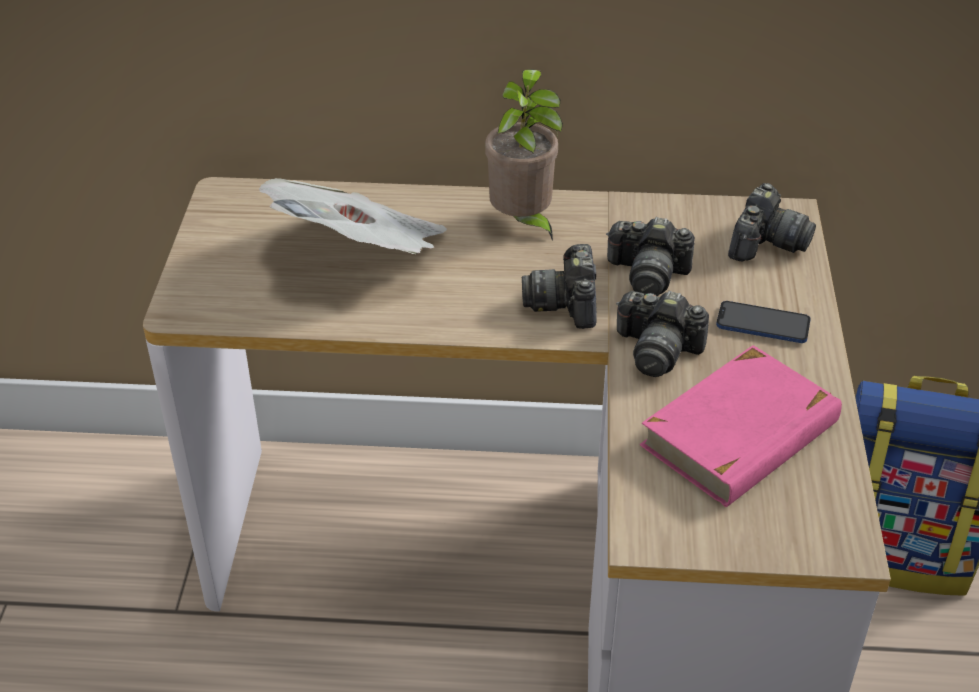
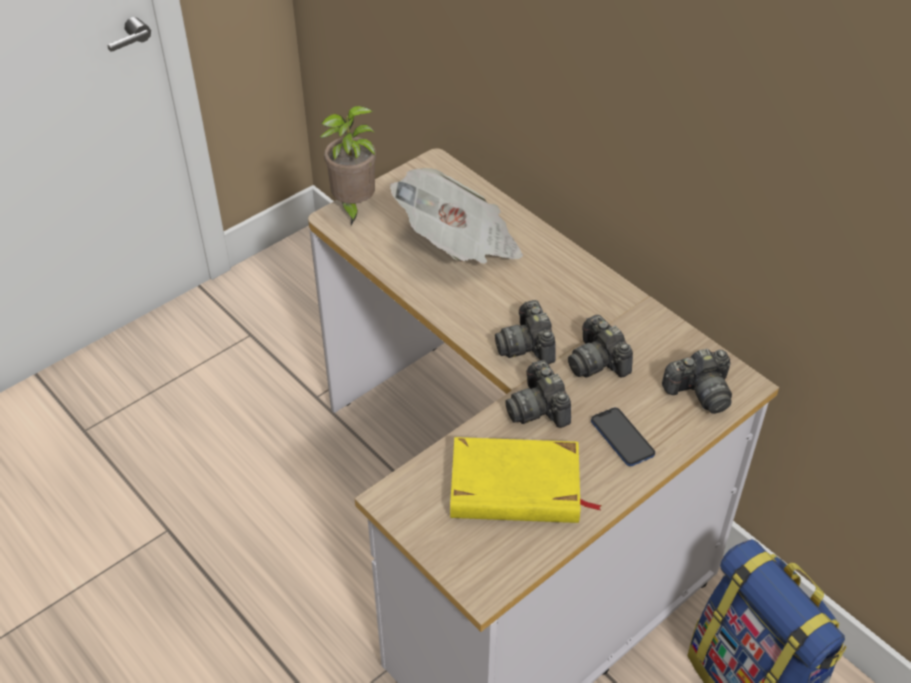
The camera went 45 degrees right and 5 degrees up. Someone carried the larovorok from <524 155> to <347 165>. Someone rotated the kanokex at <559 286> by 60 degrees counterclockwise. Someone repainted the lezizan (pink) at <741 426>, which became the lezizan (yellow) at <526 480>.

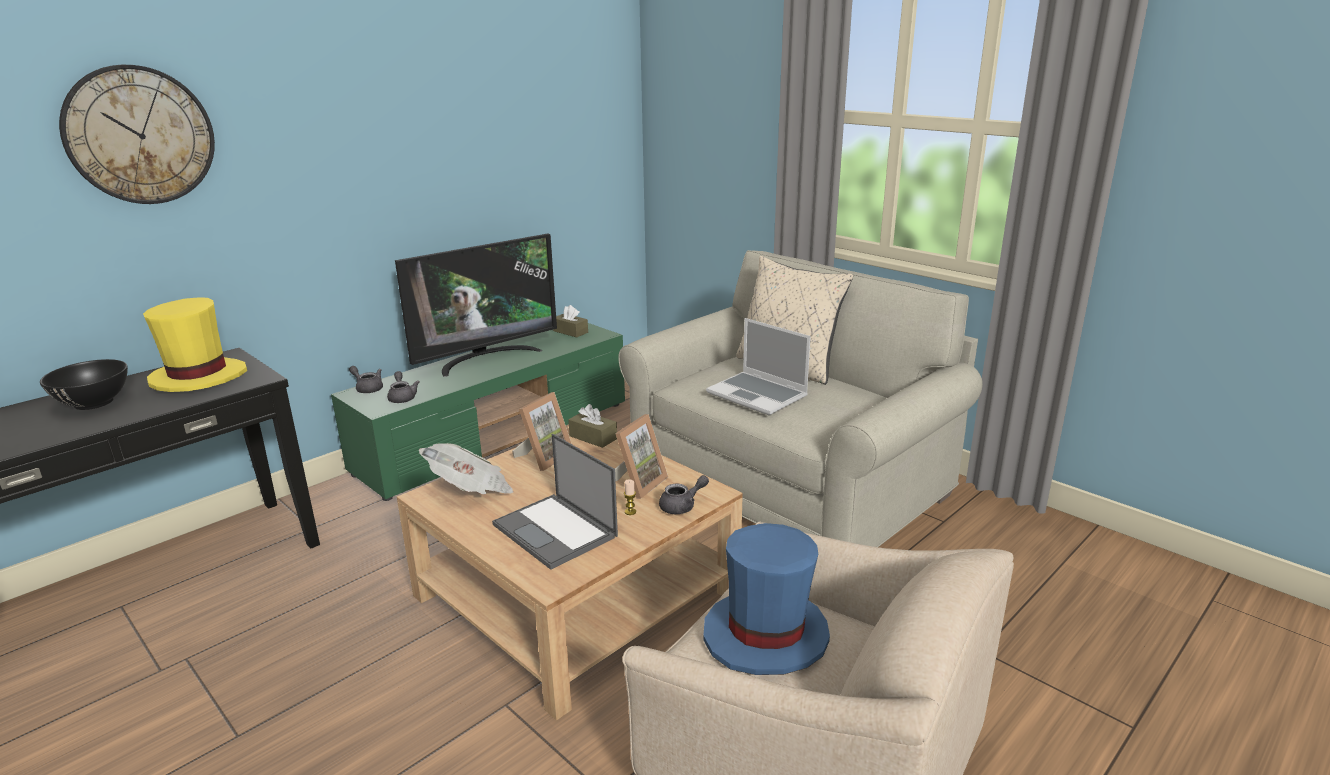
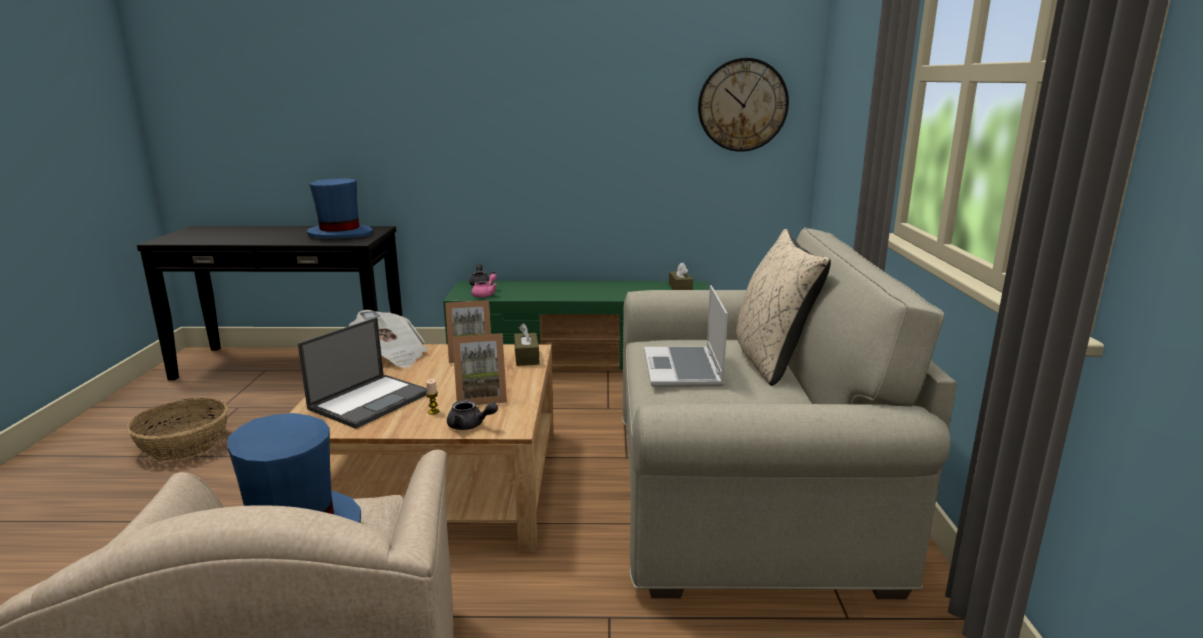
The camera went 45 degrees right and 5 degrees down. Someone carried the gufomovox from <137 134> to <743 105>. Someone took away the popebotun at <476 305>. Someone repainted the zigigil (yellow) at <195 345>, which became the zigigil (blue) at <340 208>. Someone took away the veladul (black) at <84 384>. Someone repainted the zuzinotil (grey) at <403 387>, which became the zuzinotil (pink) at <484 285>. Someone rotated the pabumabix at <555 502> by 150 degrees counterclockwise. Someone put down the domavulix at <177 429>.

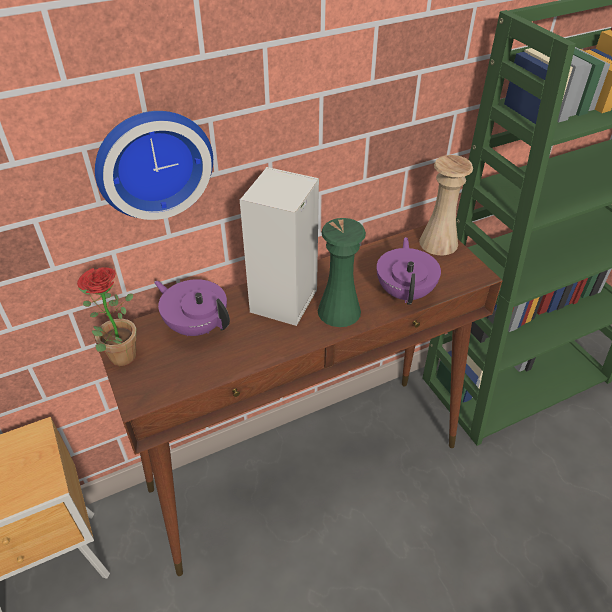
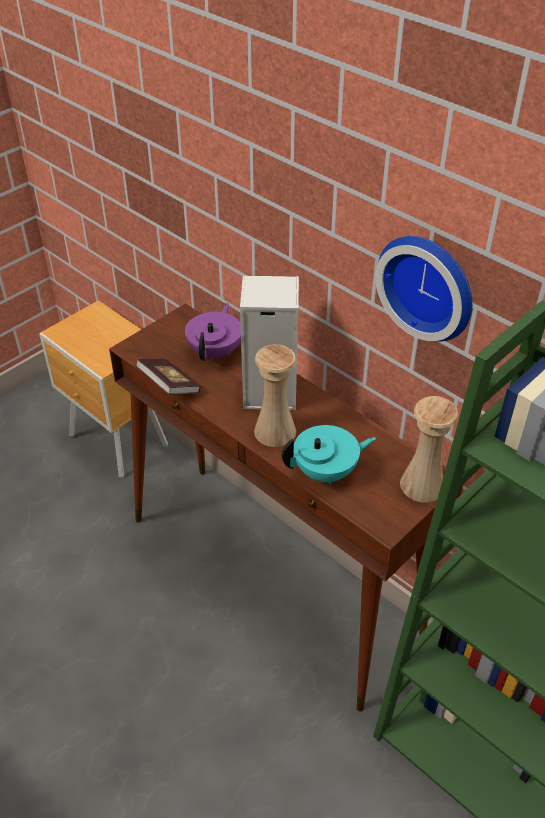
The camera went 70 degrees right and 0 degrees up. Someone carried the gufomovox from <154 165> to <423 288>. Someone repainted the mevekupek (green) at <342 272>, which became the mevekupek (beige) at <275 395>. Someone repainted the zuzinotil (purple) at <409 271>, which became the zuzinotil (turquoise) at <329 455>. Someone took away the larovorok at <107 316>. Someone put down the lezizan at <168 376>.

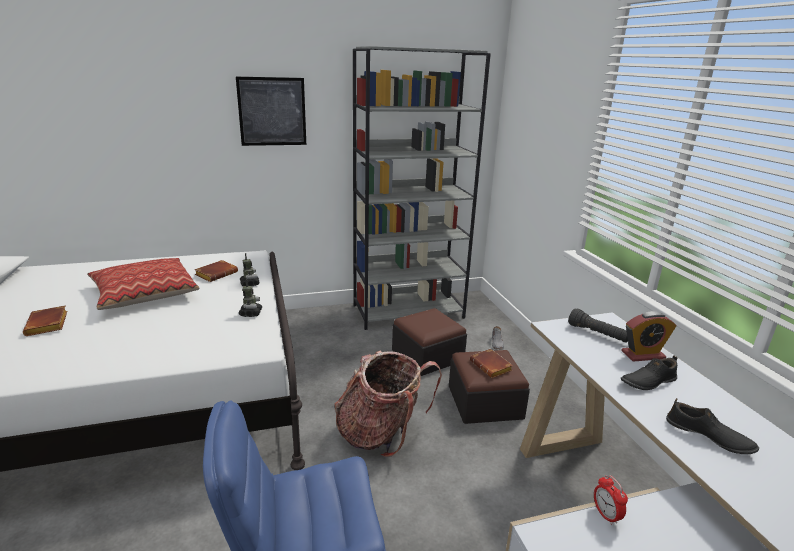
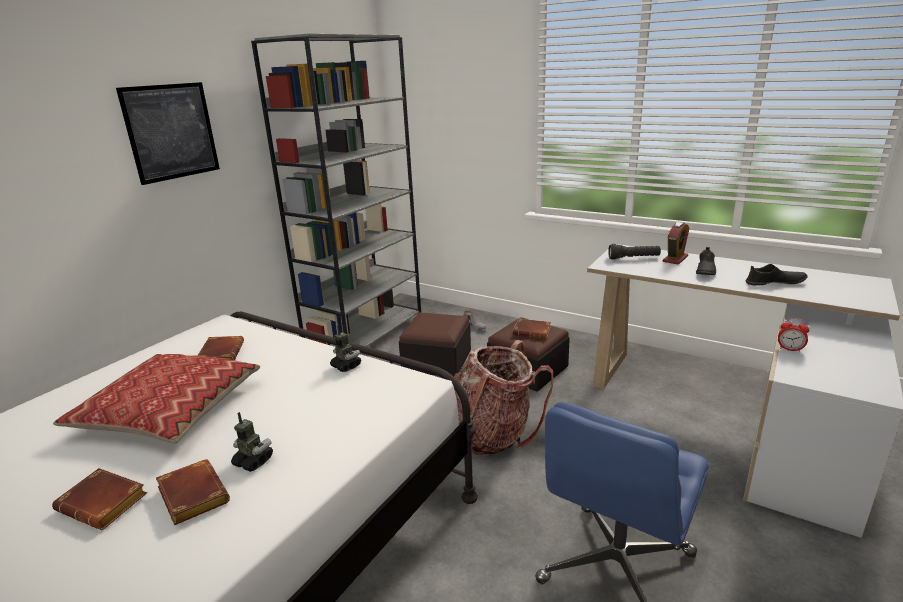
The camera went 40 degrees left and 0 degrees up. Someone carried the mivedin from <250 269> to <252 442>. Someone put down the lezizan (brown) at <193 492>.

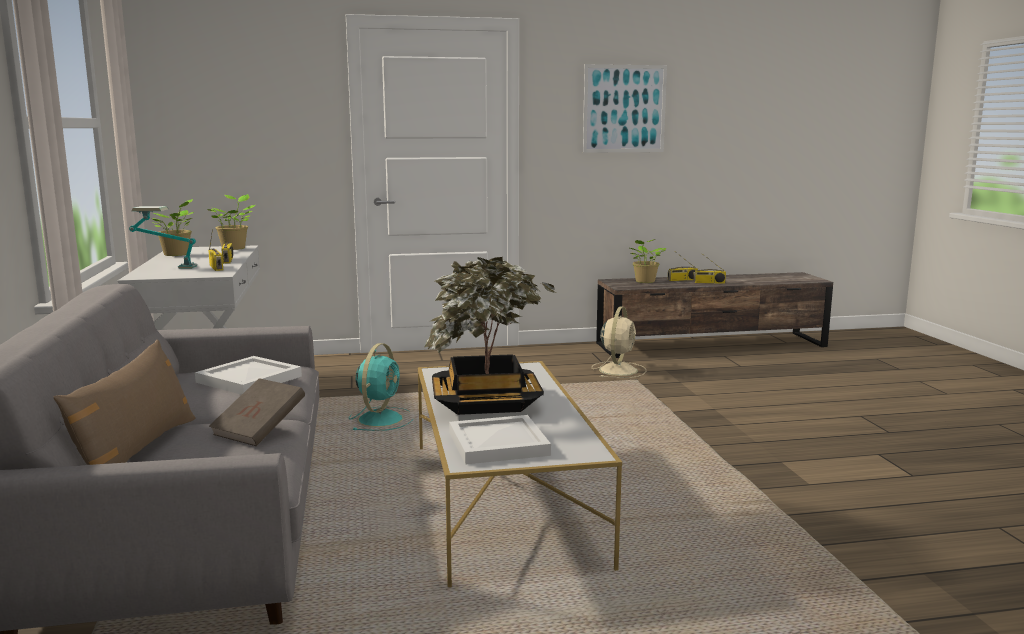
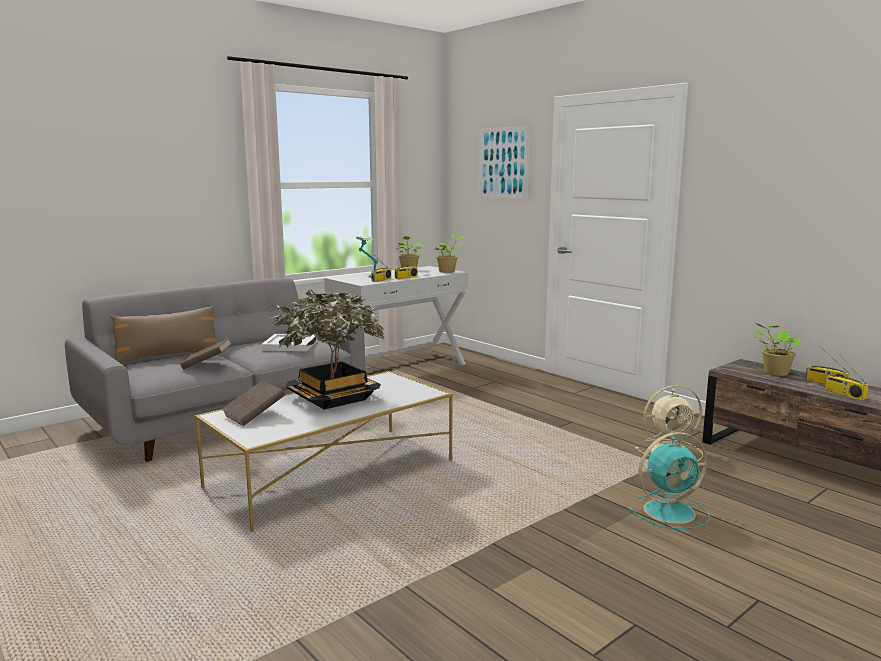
The camera went 60 degrees right and 0 degrees up. Someone carried the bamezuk from <625 108> to <504 162>. Someone carried the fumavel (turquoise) from <381 387> to <669 480>. Someone swapped the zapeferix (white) at <500 440> for the lezizan (brown) at <253 403>.

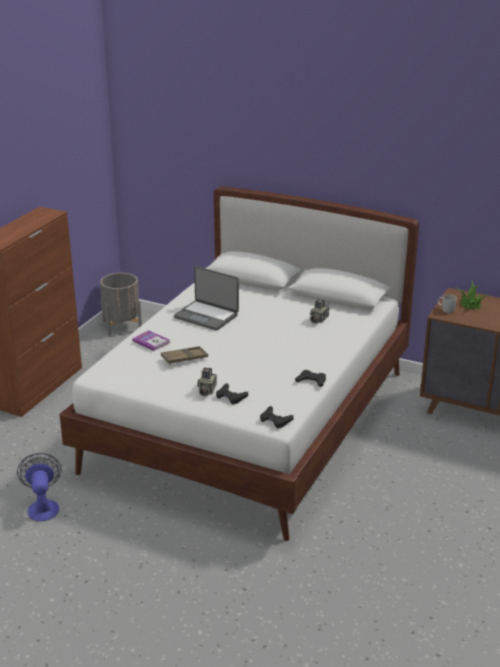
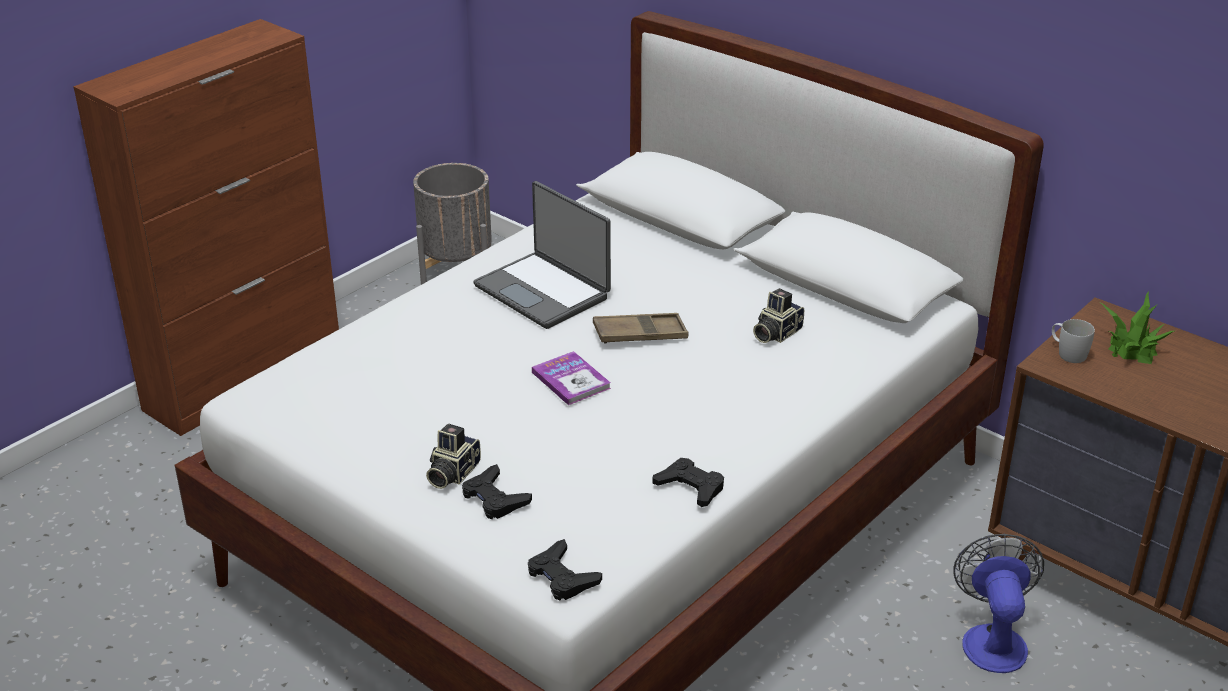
The camera went 15 degrees right and 5 degrees up. Someone carried the lezizan from <151 340> to <571 378>. Someone carried the zapeferix (brown) from <184 355> to <641 328>. Someone carried the fumavel from <39 487> to <998 603>.

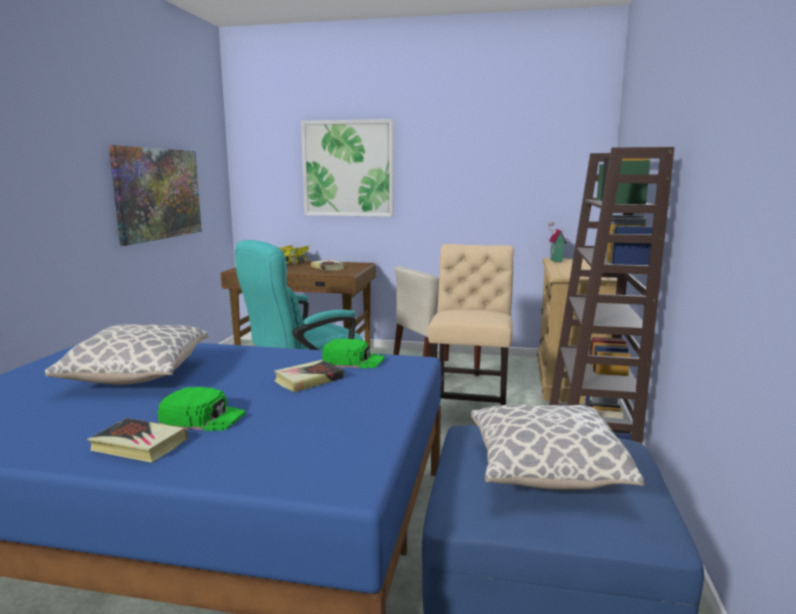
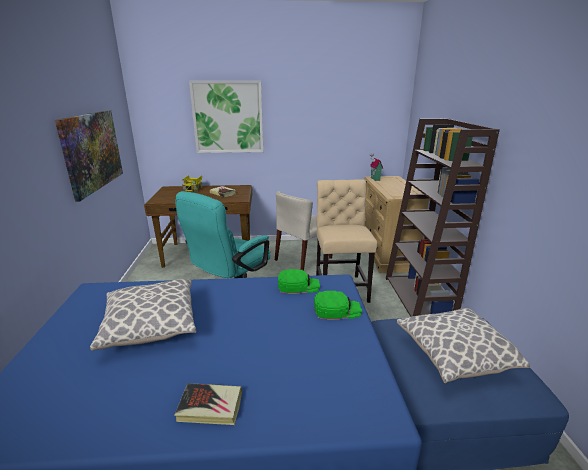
The camera went 15 degrees left and 10 degrees up. Someone took away the lezizan at <309 376>. Someone carried the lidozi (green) from <201 409> to <338 305>.

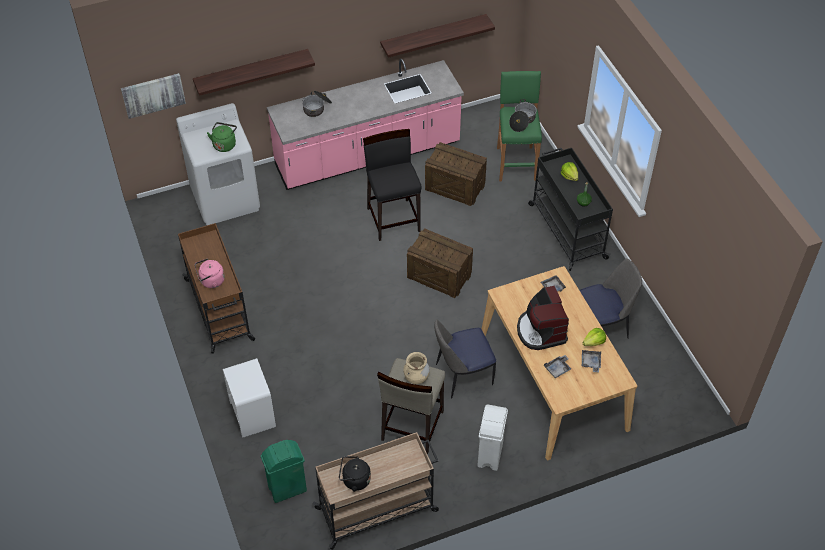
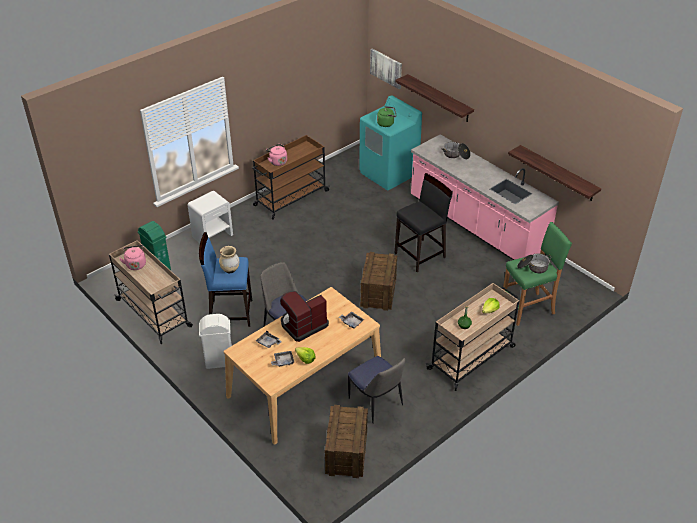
The camera went 70 degrees right and 10 degrees down. Someone repainted the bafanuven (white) at <218 164>, which became the bafanuven (turquoise) at <390 142>. Someone carried the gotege from <456 174> to <346 441>. Someone repainted the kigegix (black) at <570 209>, which became the kigegix (beige) at <472 337>. Someone repainted the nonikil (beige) at <411 406>, which became the nonikil (blue) at <225 279>. Someone repainted the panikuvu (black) at <355 474>, which became the panikuvu (pink) at <132 257>.

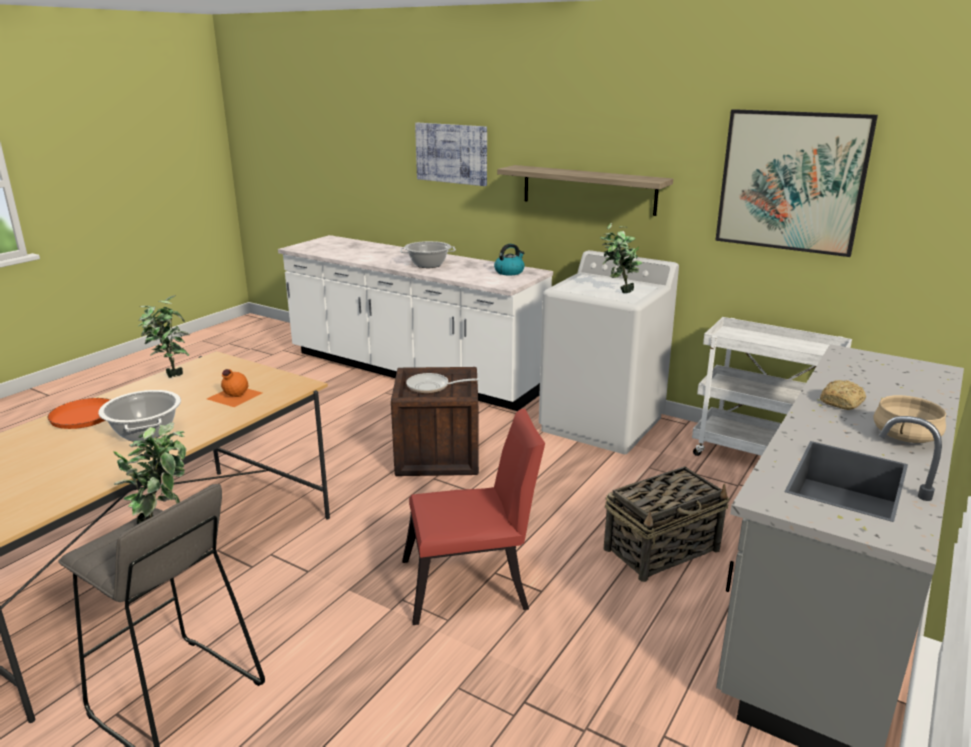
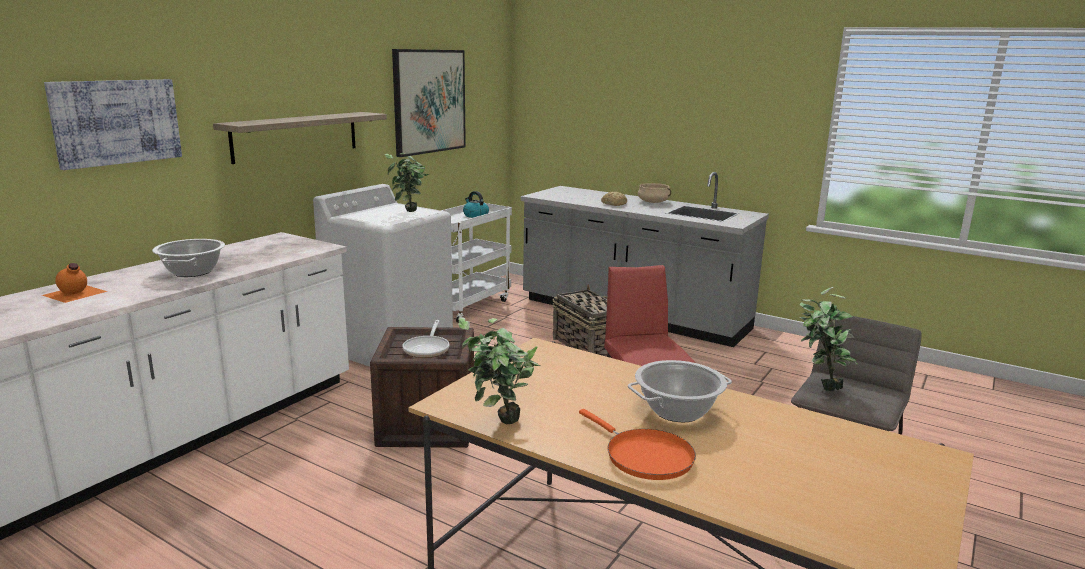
The camera went 90 degrees left and 5 degrees down. Someone carried the panikuvu from <509 259> to <476 204>. Someone carried the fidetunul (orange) from <234 388> to <75 283>.

